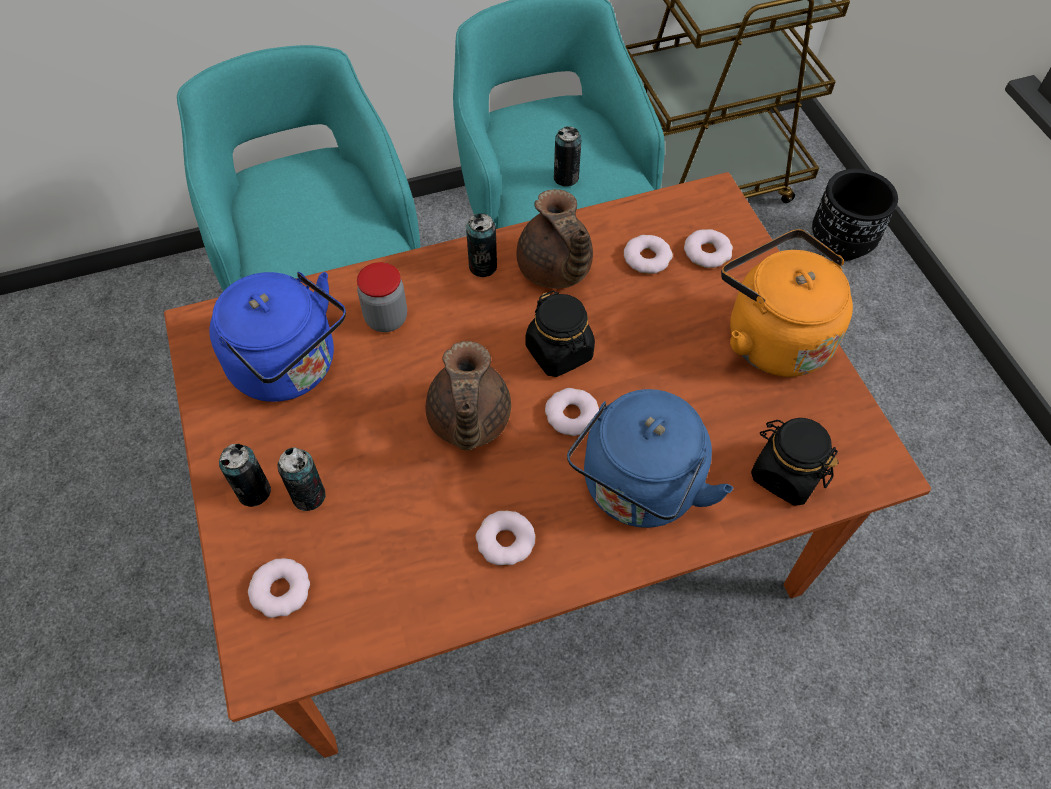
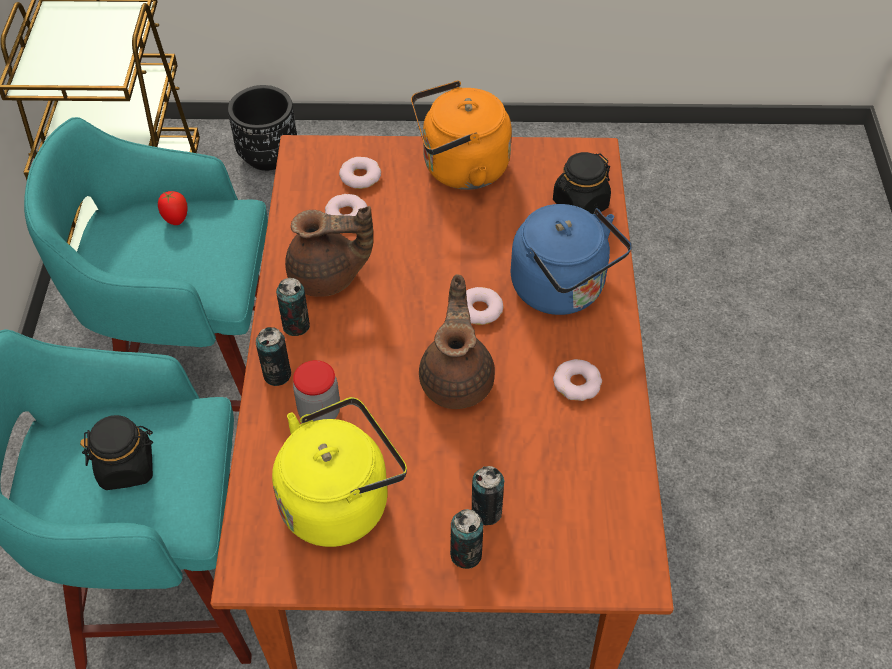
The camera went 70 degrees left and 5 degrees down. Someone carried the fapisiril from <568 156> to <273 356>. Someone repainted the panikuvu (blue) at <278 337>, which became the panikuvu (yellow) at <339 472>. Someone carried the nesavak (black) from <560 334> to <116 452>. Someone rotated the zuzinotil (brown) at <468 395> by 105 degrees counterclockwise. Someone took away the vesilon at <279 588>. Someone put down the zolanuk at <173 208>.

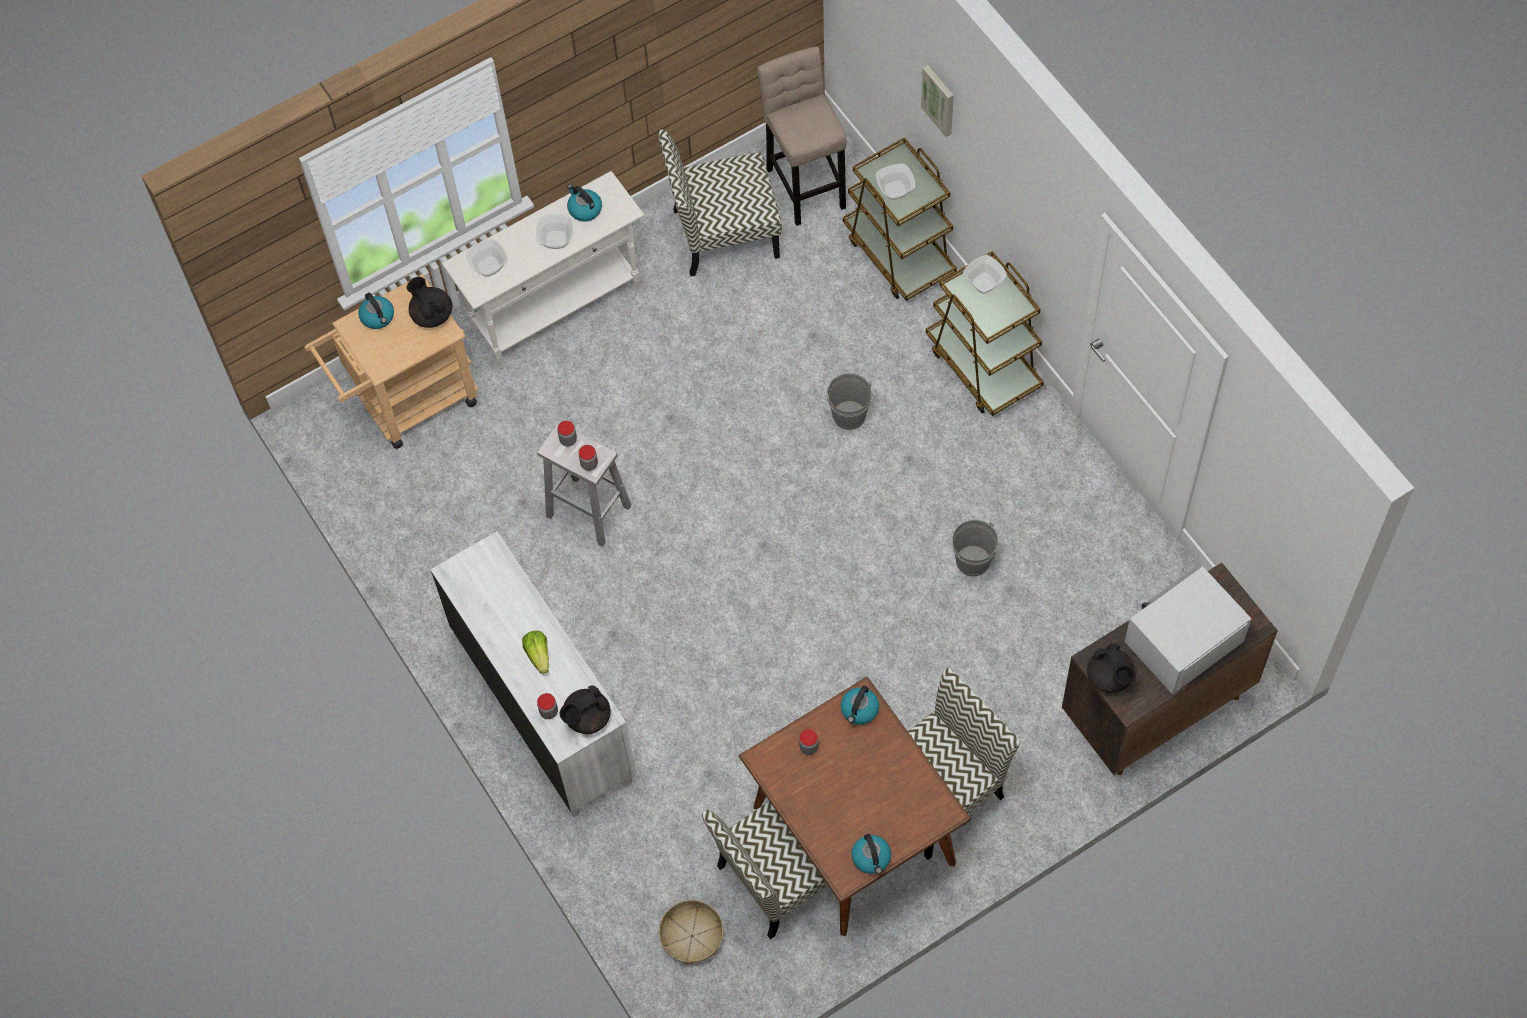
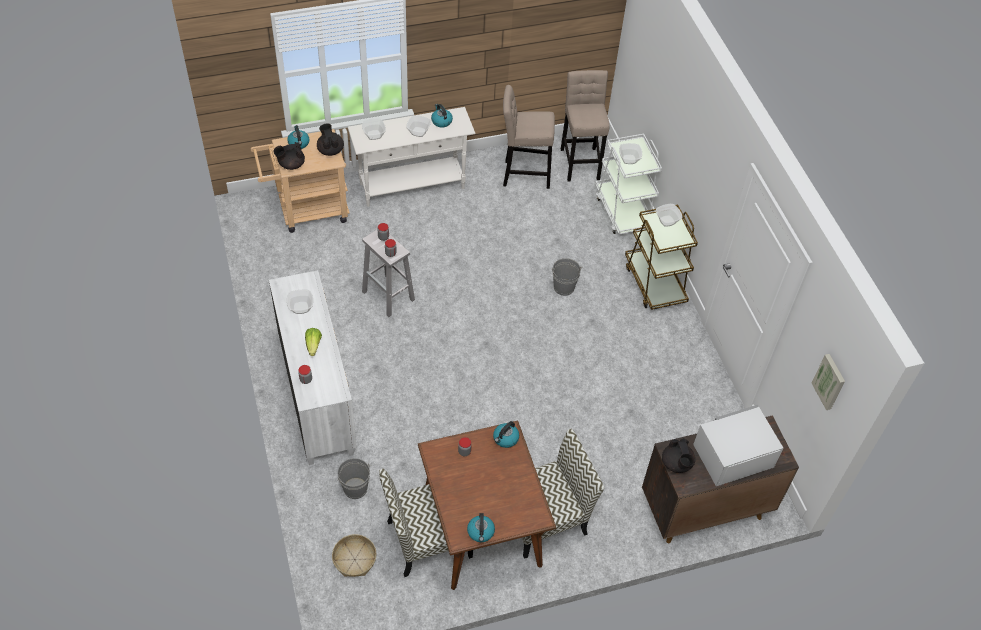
The camera went 10 degrees right and 10 degrees down. Someone carried the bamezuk from <937 101> to <828 382>. Someone swapped the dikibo at <720 203> for the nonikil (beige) at <529 137>. Someone repainted the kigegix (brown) at <900 219>, which became the kigegix (white) at <628 184>. Someone carried the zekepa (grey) from <975 548> to <354 478>. Someone carried the zuzinotil (black) from <585 710> to <289 156>. Someone put down the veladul at <300 302>.

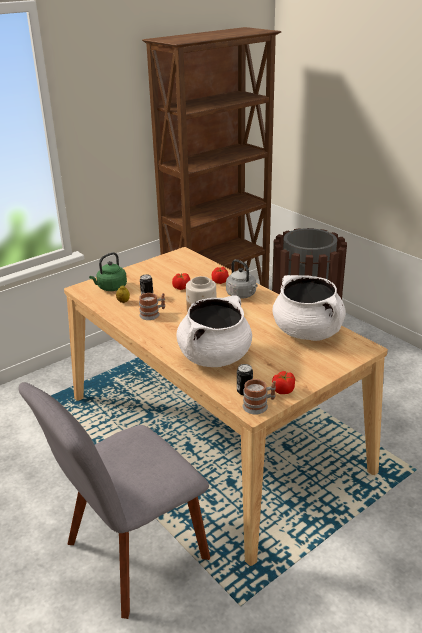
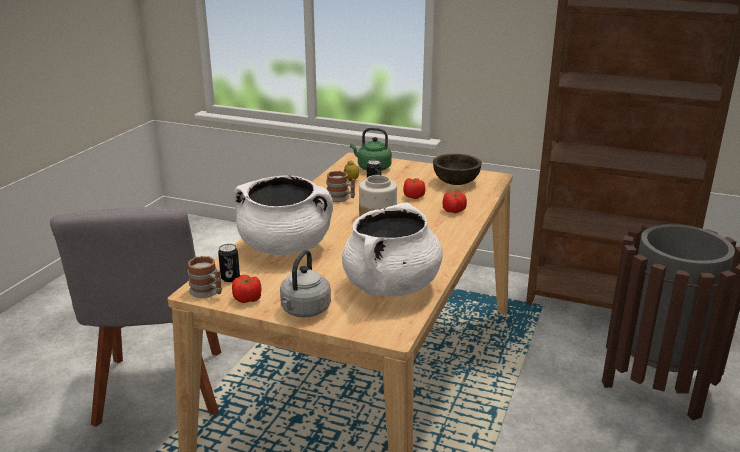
The camera went 60 degrees right and 5 degrees down. Someone carried the panikuvu (grey) from <241 279> to <305 284>. Someone rotated the dikibo (grey) at <114 500> by 120 degrees counterclockwise. Someone put down the veladul (brown) at <457 169>.

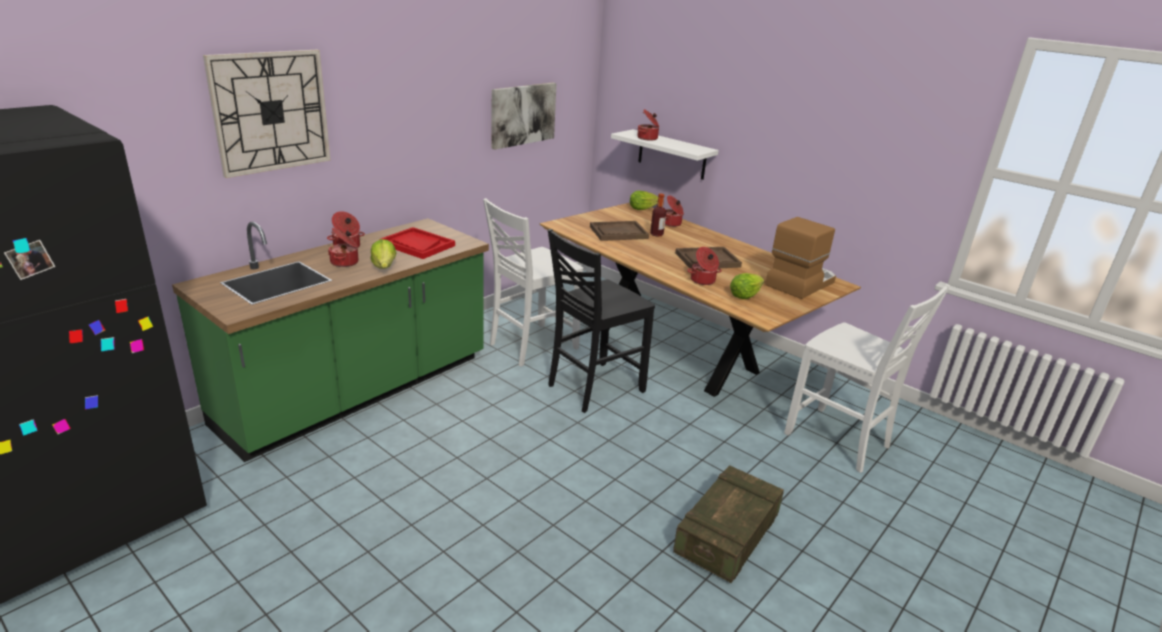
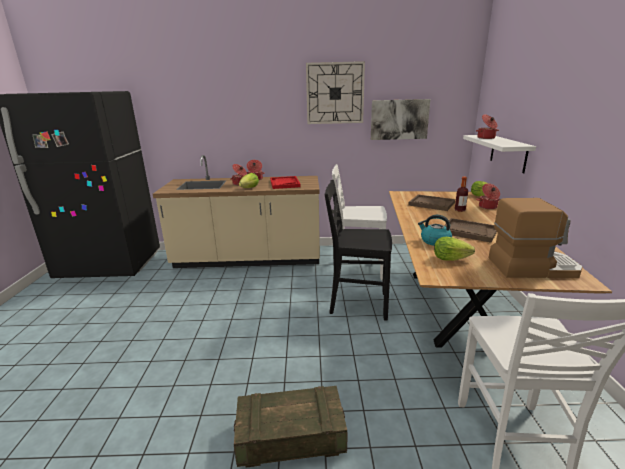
The camera went 50 degrees right and 5 degrees down. Someone carried the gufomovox from <267 114> to <335 92>. Someone repainted the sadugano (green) at <330 340>, which became the sadugano (beige) at <236 211>. Someone swapped the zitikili at <704 266> for the panikuvu at <435 230>.

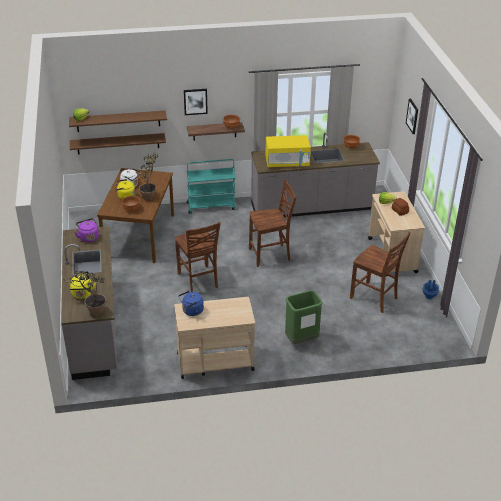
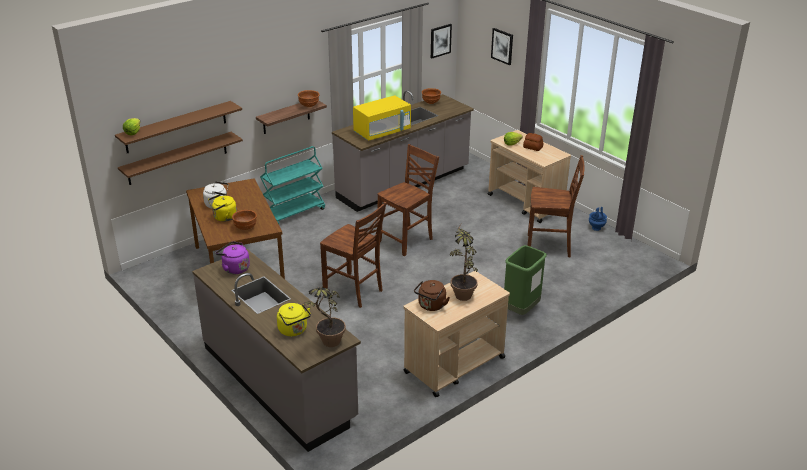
The camera went 30 degrees left and 5 degrees down. Someone carried the bamezuk from <196 102> to <441 41>. Someone carried the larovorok from <148 176> to <464 261>. Someone repainted the panikuvu (blue) at <191 303>, which became the panikuvu (brown) at <432 295>.

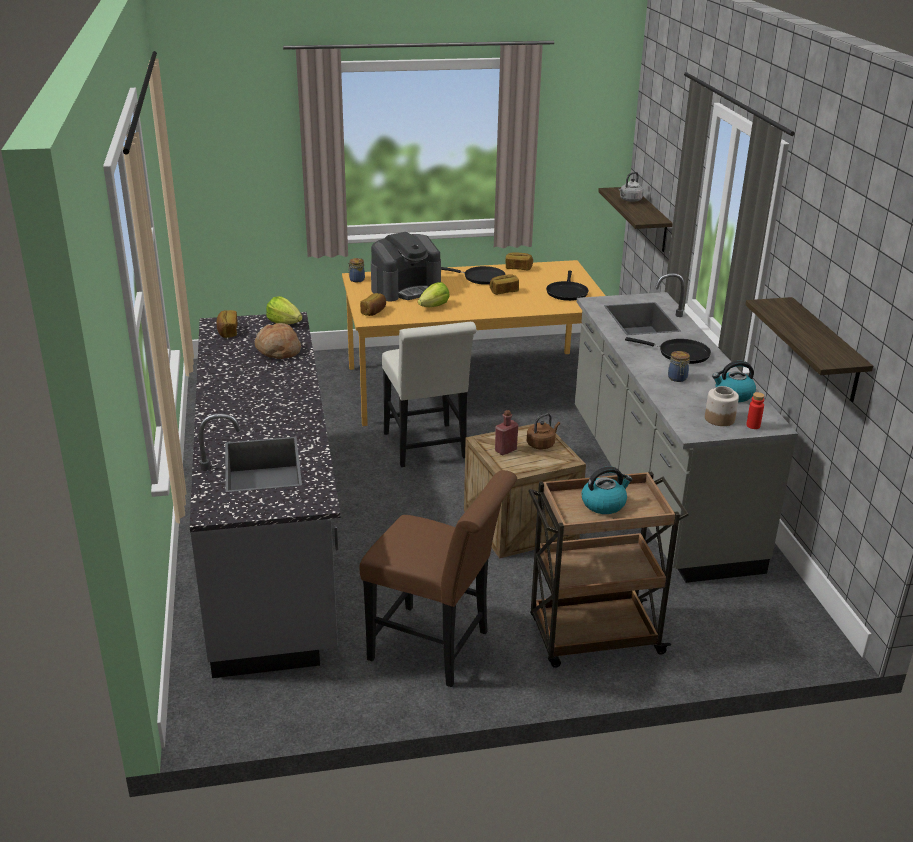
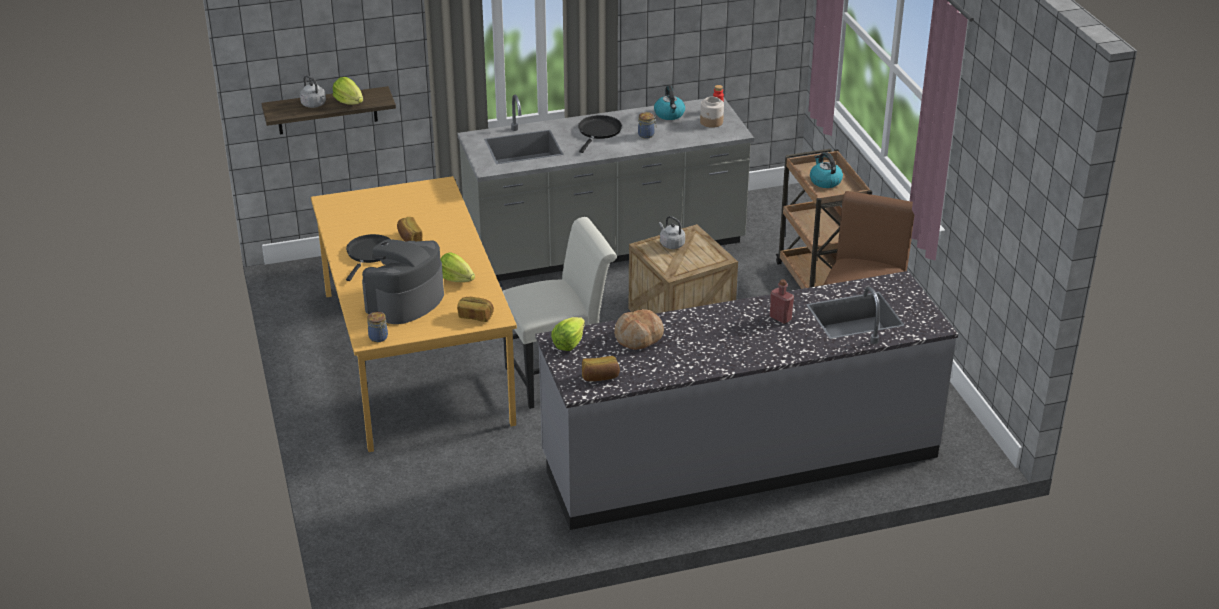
The camera went 95 degrees left and 5 degrees up. Someone rotated the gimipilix at <406 266> by 105 degrees counterclockwise. Someone took away the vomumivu at <519 261>. Someone took away the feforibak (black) at <567 286>. Someone took away the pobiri at <809 349>. Someone carried the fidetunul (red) from <506 432> to <782 301>. Someone repainted the panikuvu (brown) at <543 431>, which became the panikuvu (grey) at <672 232>. Someone put down the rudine at <348 91>.

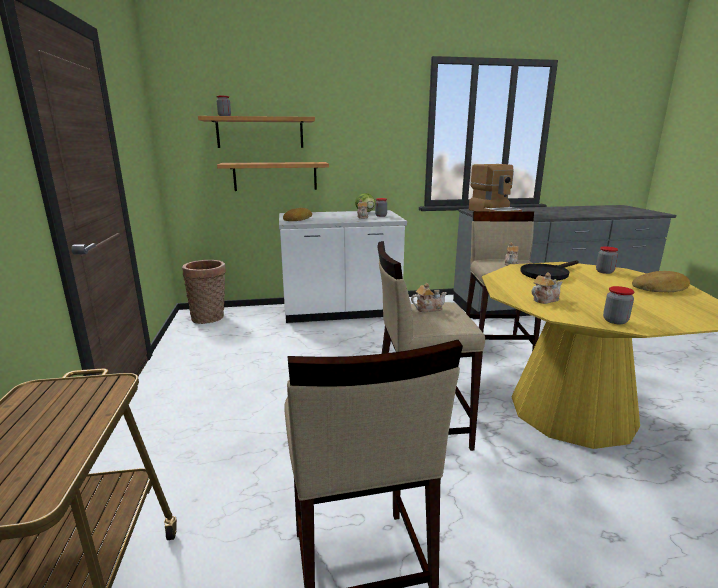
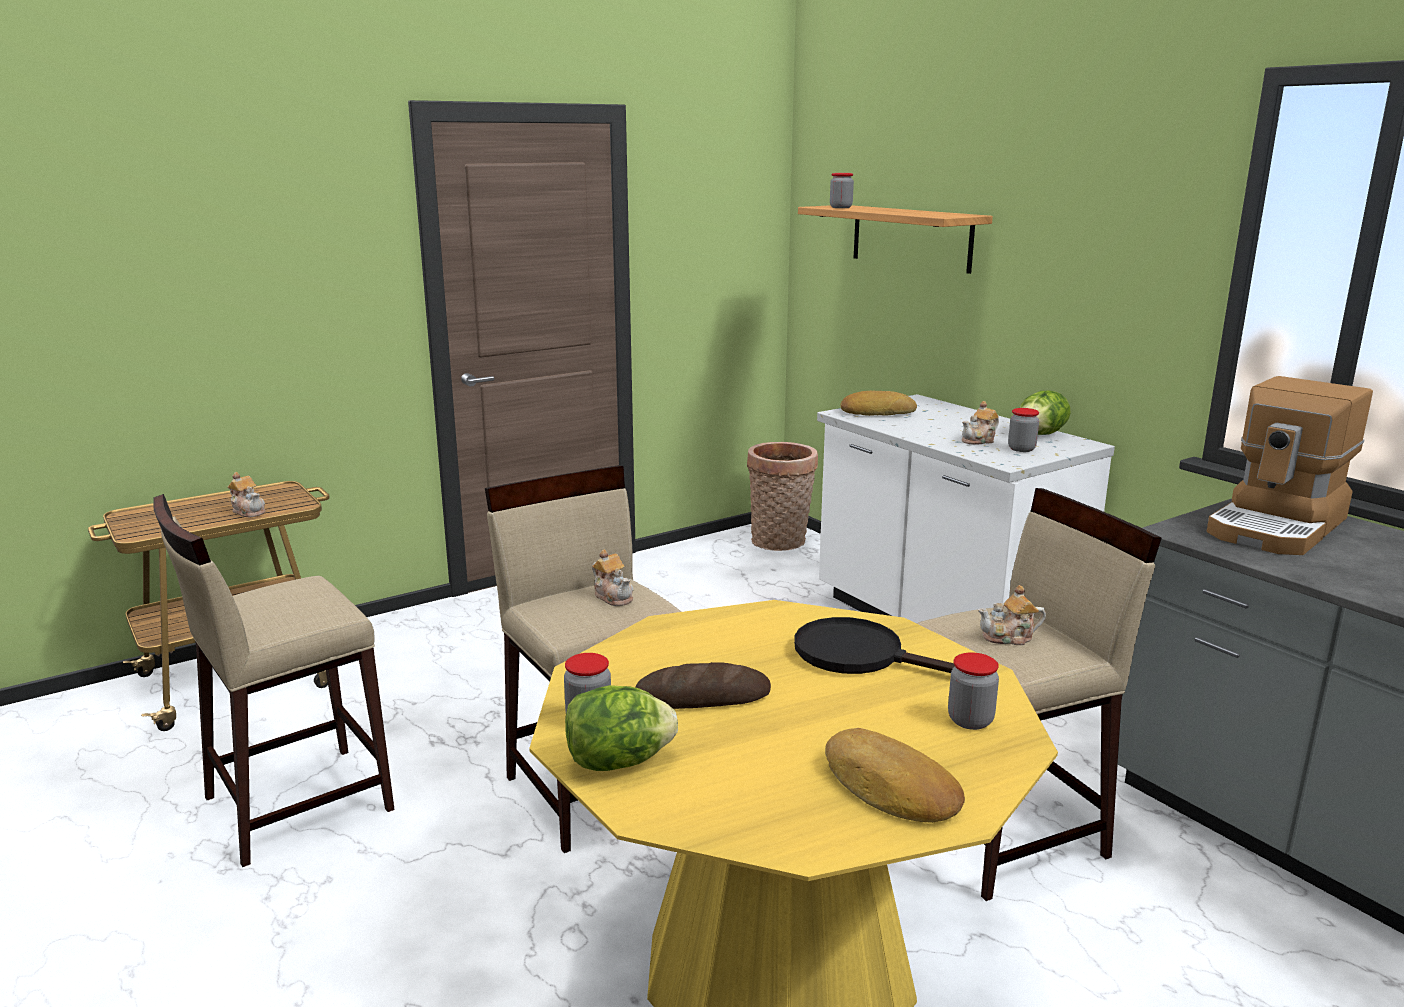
The camera went 65 degrees right and 0 degrees up. Someone took away the pobiri at <273 176>. Someone carried the zuzinotil from <547 288> to <246 494>. Someone put down the vomumivu at <703 685>. Someone put down the rudine at <621 728>.

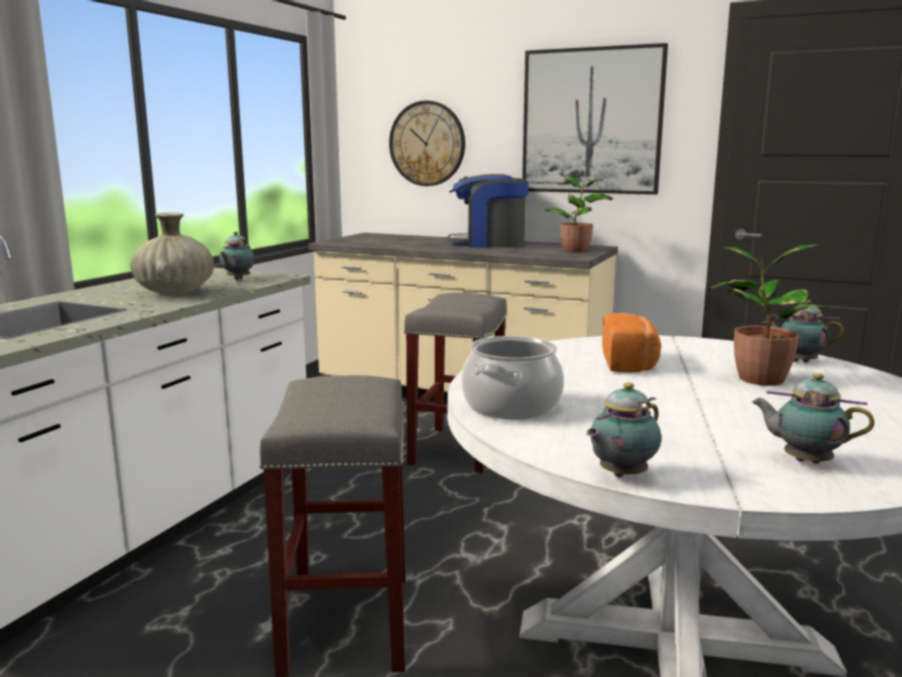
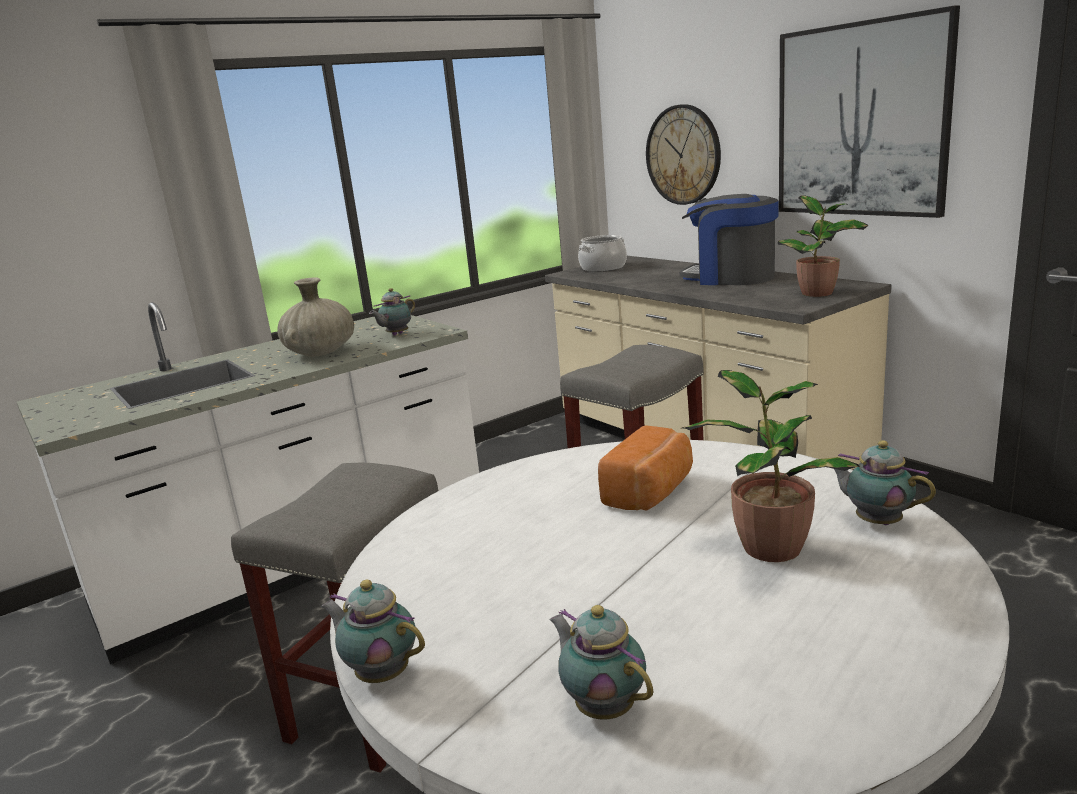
The camera went 30 degrees right and 5 degrees up. Someone carried the zitikili from <512 377> to <602 253>. Someone rotated the zuzinotil at <623 430> by 45 degrees clockwise.

